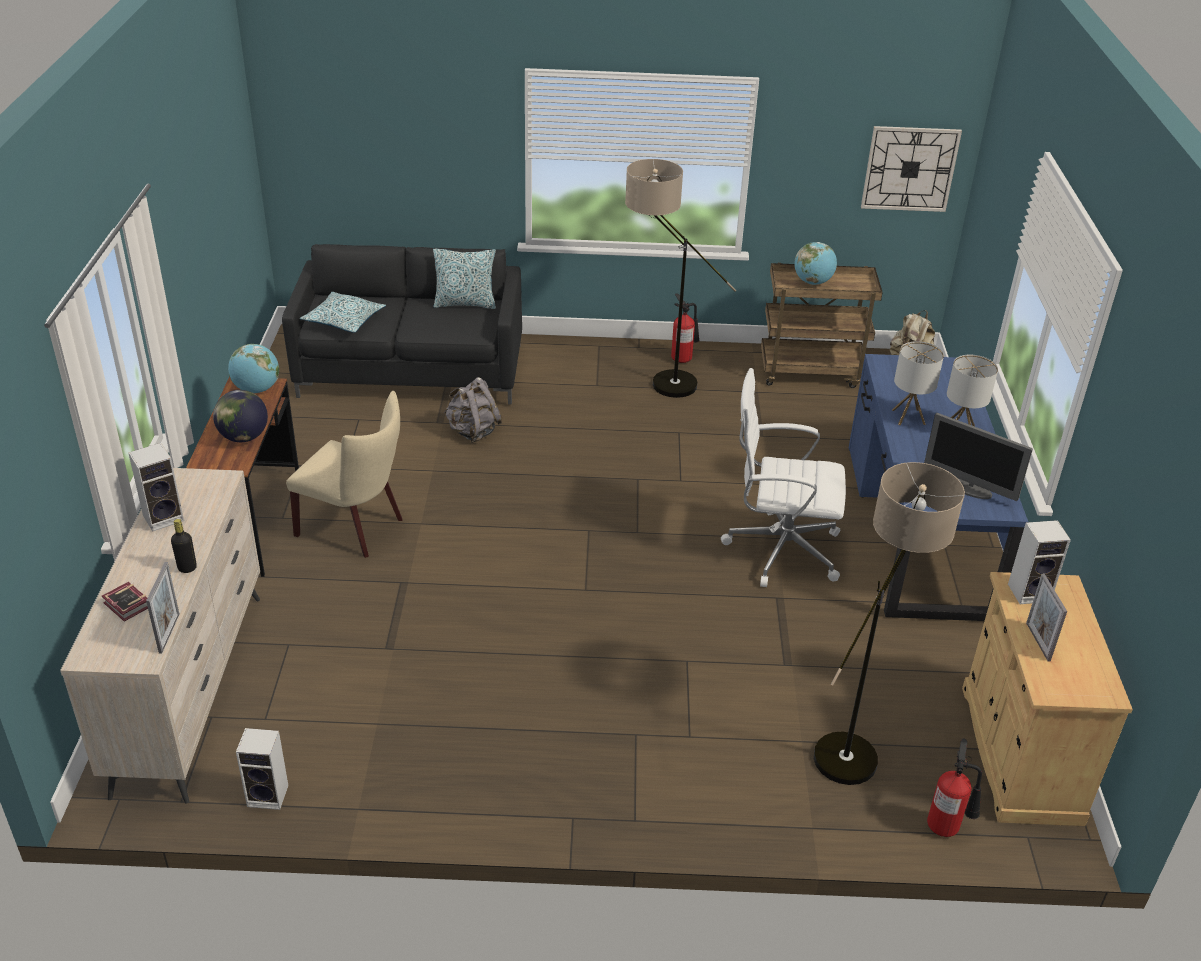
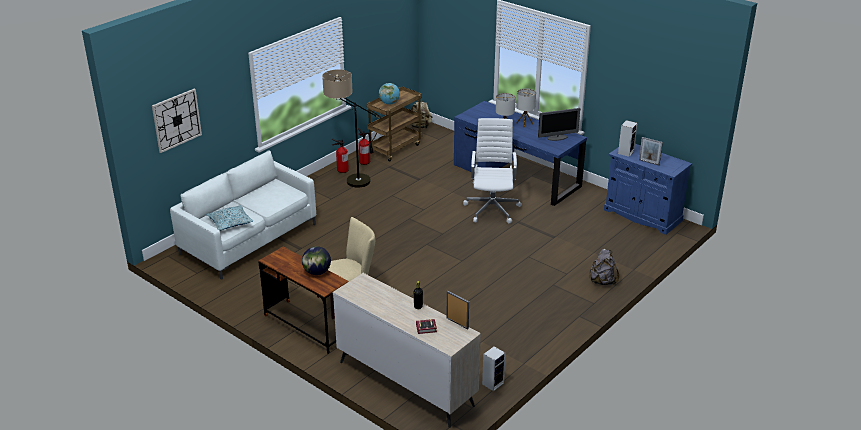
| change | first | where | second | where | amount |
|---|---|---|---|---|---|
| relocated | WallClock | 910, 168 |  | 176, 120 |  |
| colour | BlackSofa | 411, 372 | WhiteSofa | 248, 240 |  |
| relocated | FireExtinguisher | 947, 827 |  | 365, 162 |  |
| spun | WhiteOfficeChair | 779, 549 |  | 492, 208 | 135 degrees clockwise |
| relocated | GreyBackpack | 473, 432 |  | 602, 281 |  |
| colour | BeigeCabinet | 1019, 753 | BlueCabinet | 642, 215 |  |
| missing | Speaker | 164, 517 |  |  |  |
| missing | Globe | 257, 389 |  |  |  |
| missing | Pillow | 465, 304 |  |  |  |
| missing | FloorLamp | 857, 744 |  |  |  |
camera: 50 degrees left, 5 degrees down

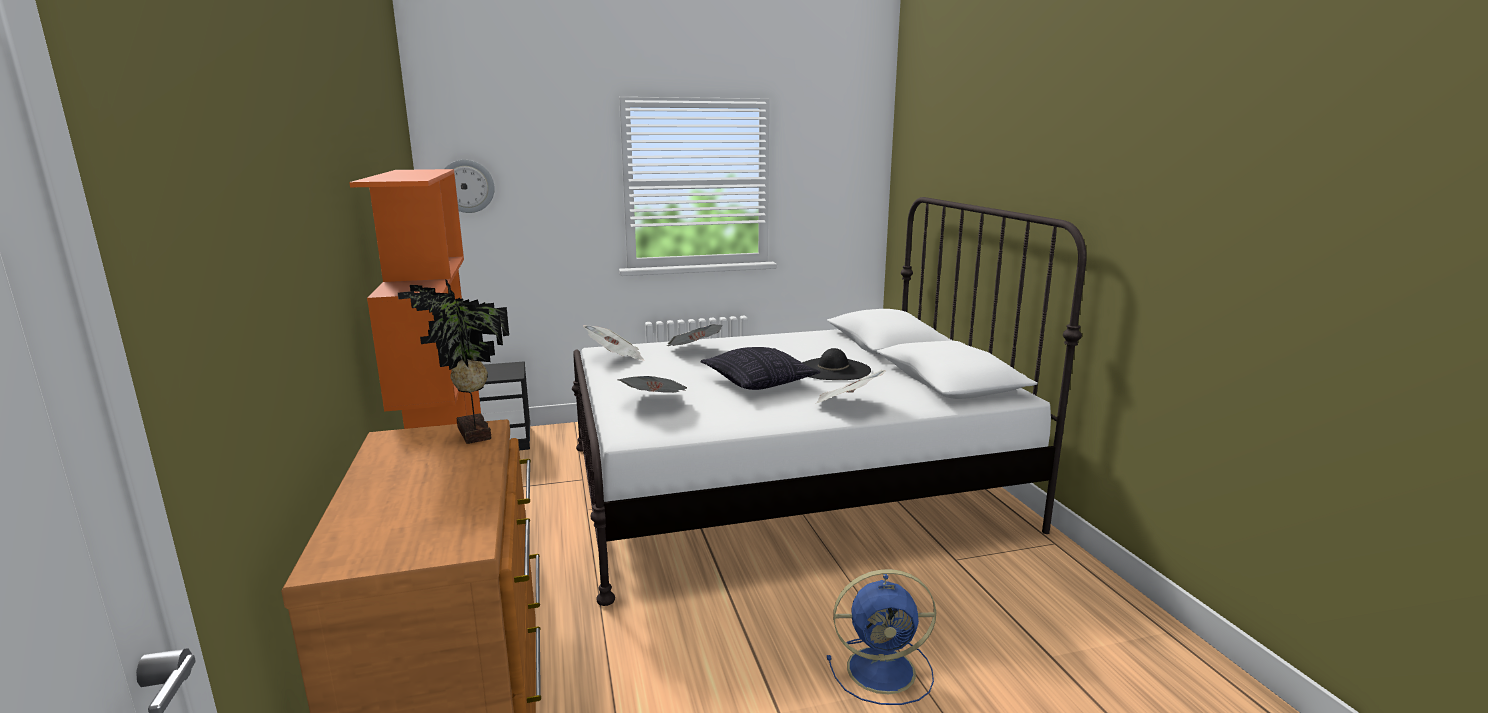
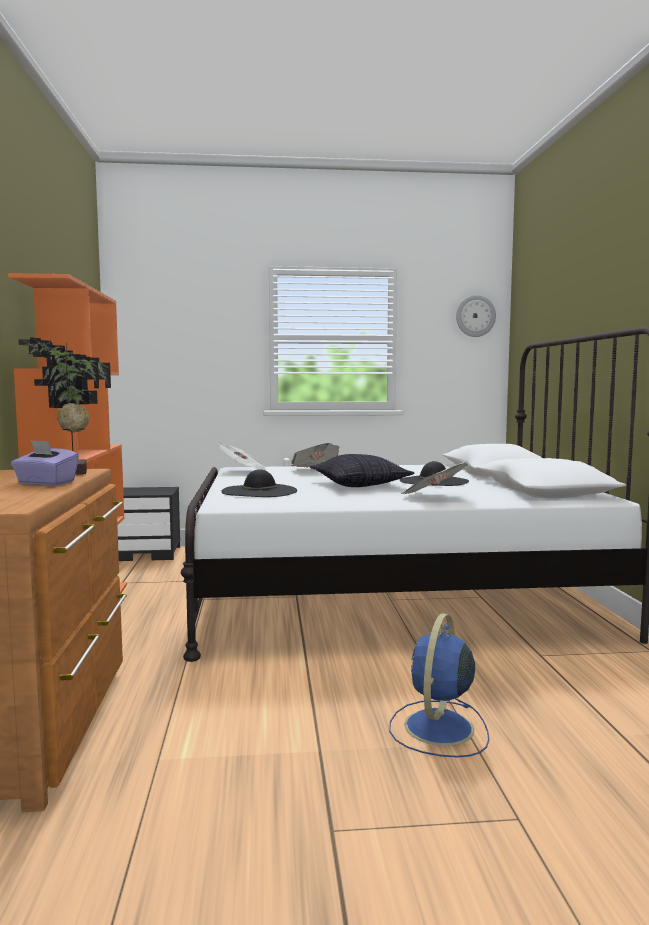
| change | first | where | second | where | amount |
|---|---|---|---|---|---|
| appeared |  |  | PurpleTissueBox | 46, 483 |  |
| exchanged | Newspaper | 655, 403 | BlackHat | 259, 491 |  |
| spun | BlueFan | 884, 670 |  | 438, 729 | 105 degrees clockwise |
| relocated | WallClock | 467, 186 |  | 475, 316 |  |
camera: 10 degrees right, 10 degrees down

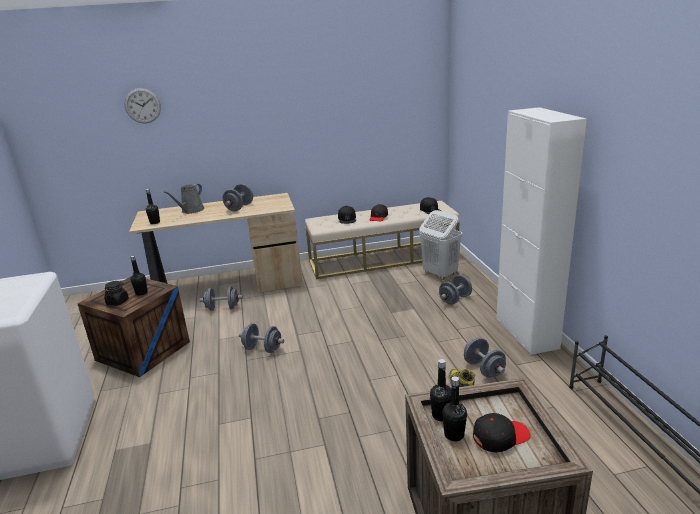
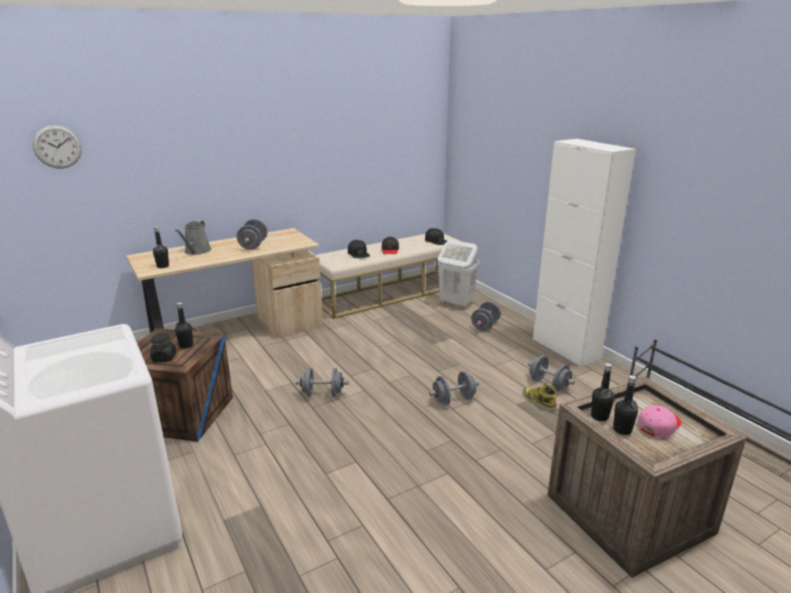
| change | first | where | second | where | amount |
|---|---|---|---|---|---|
| relocated | WallClock | 142, 105 |  | 57, 147 |  |
| relocated | GreyDumbbell | 223, 308 |  | 453, 400 |  |
| colour | BlackCap | 500, 437 | PinkCap | 658, 425 |  |
camera: 20 degrees left, 0 degrees up

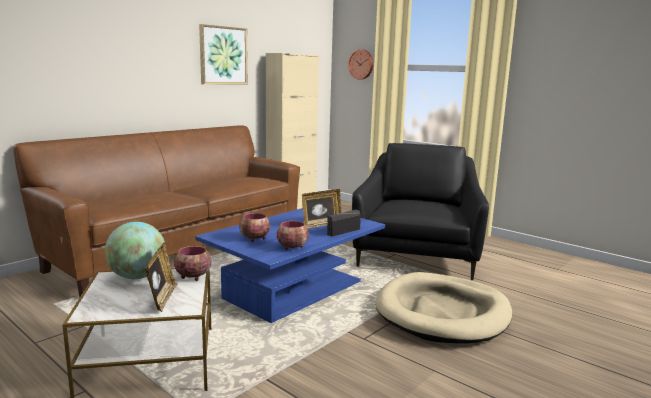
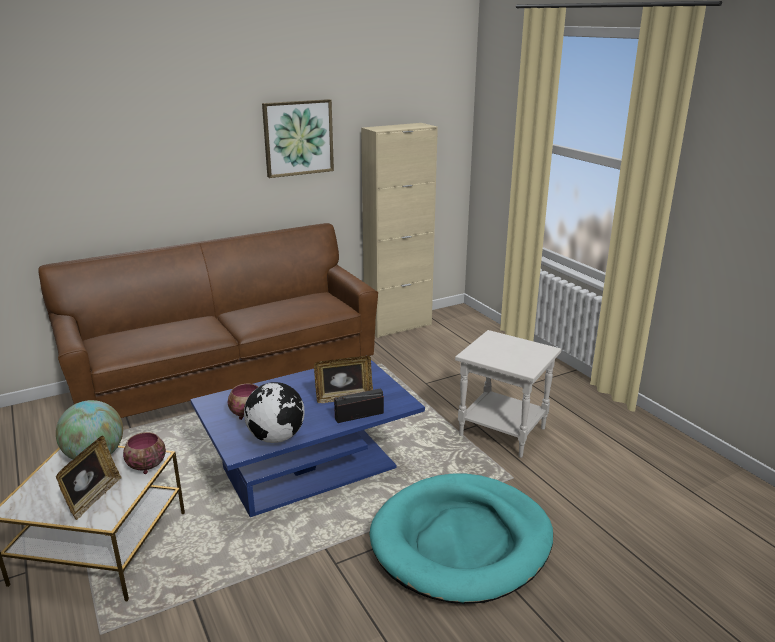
| change | first | where | second | where | amount |
|---|---|---|---|---|---|
| exchanged | Bowl | 293, 247 | Globe | 276, 437 |  |
| colour | BeigeDogBed | 442, 312 | TurquoiseDogBed | 461, 541 |  |
| exchanged | BlackArmchair | 416, 255 | WhiteSideTable | 503, 432 |  |
| missing | WallClock | 361, 64 |  |  |  |
camera: 20 degrees right, 10 degrees up

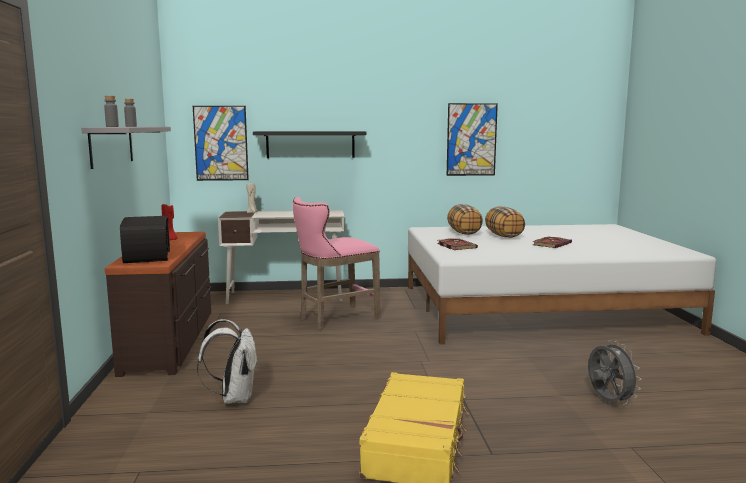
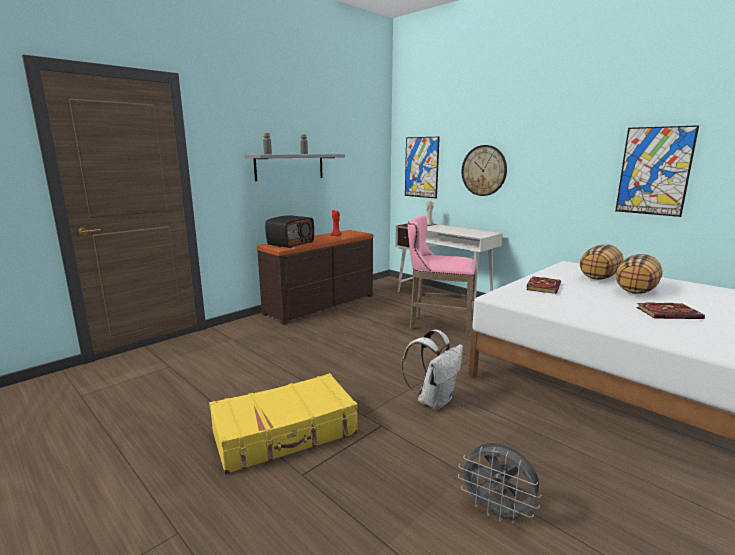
| change | first | where | second | where | amount |
|---|---|---|---|---|---|
| relocated | WhiteBackpack | 234, 398 |  | 434, 400 |  |
| spun | GreyFan | 608, 402 |  | 497, 512 | 90 degrees clockwise |
| exchanged | BlackShelf | 310, 144 | WallClock | 484, 170 |  |
camera: 50 degrees right, 5 degrees up

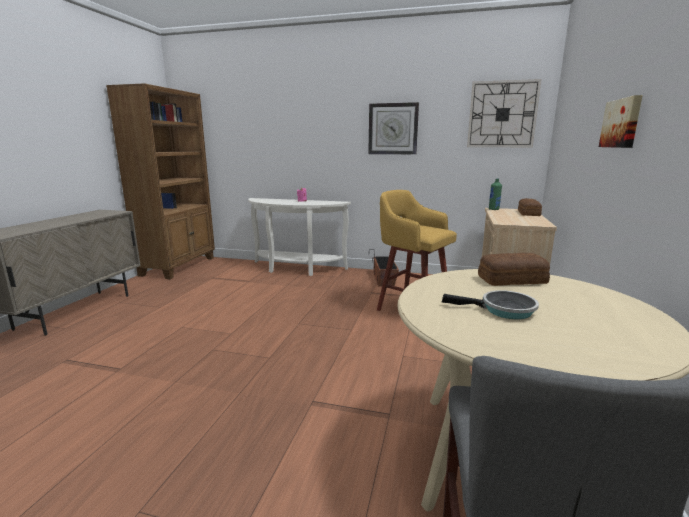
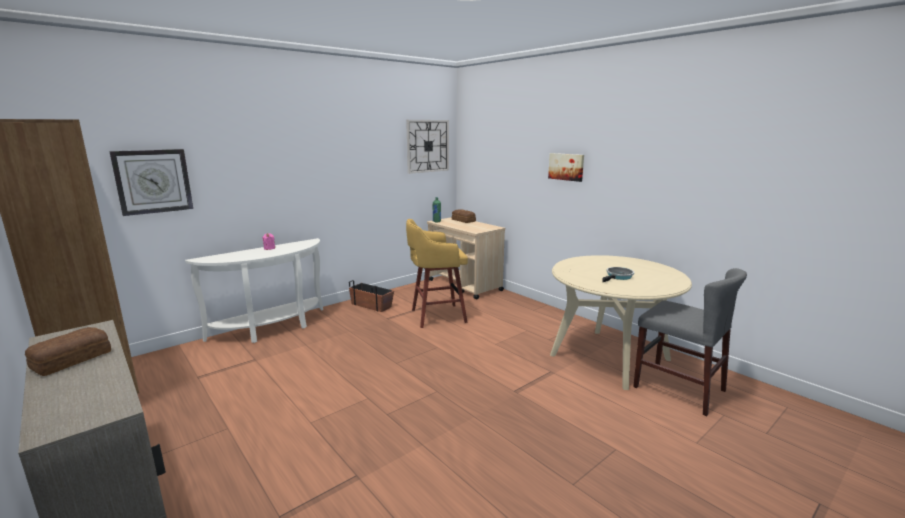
| change | first | where | second | where | amount |
|---|---|---|---|---|---|
| relocated | Bread | 510, 279 |  | 70, 360 |  |
| relocated | WallClock | 393, 129 |  | 153, 181 |  |
camera: 55 degrees left, 0 degrees up

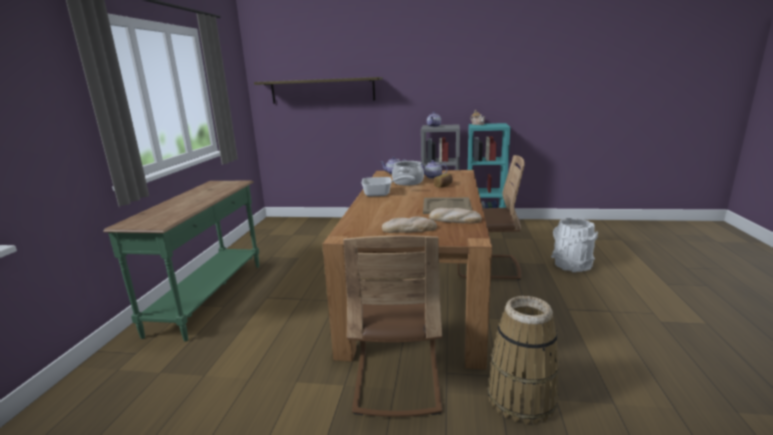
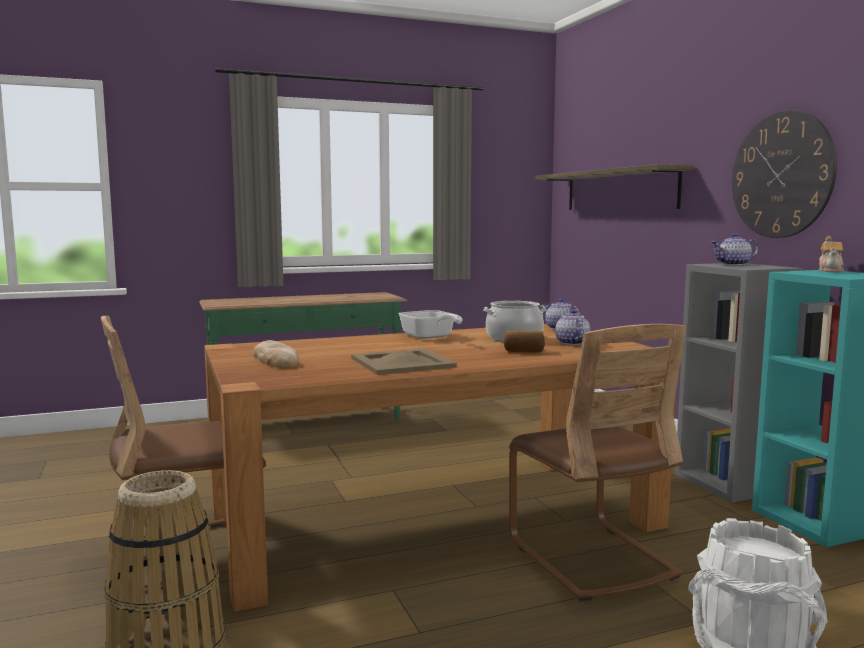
| change | first | where | second | where | amount |
|---|---|---|---|---|---|
| appeared |  |  | WallClock | 781, 175 |  |
| missing | Bread | 454, 219 |  |  |  |
camera: 60 degrees right, 10 degrees down

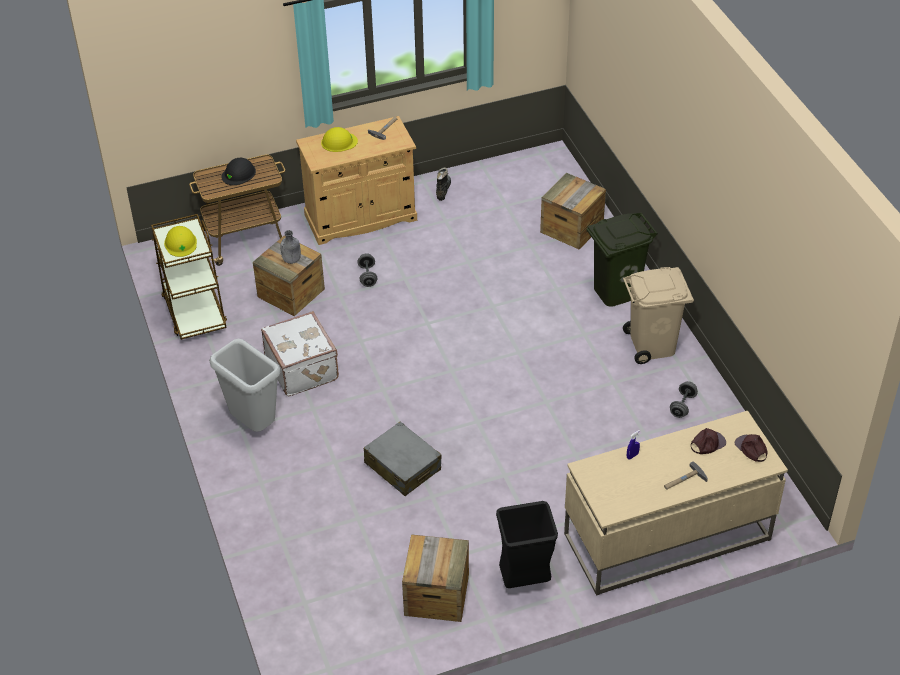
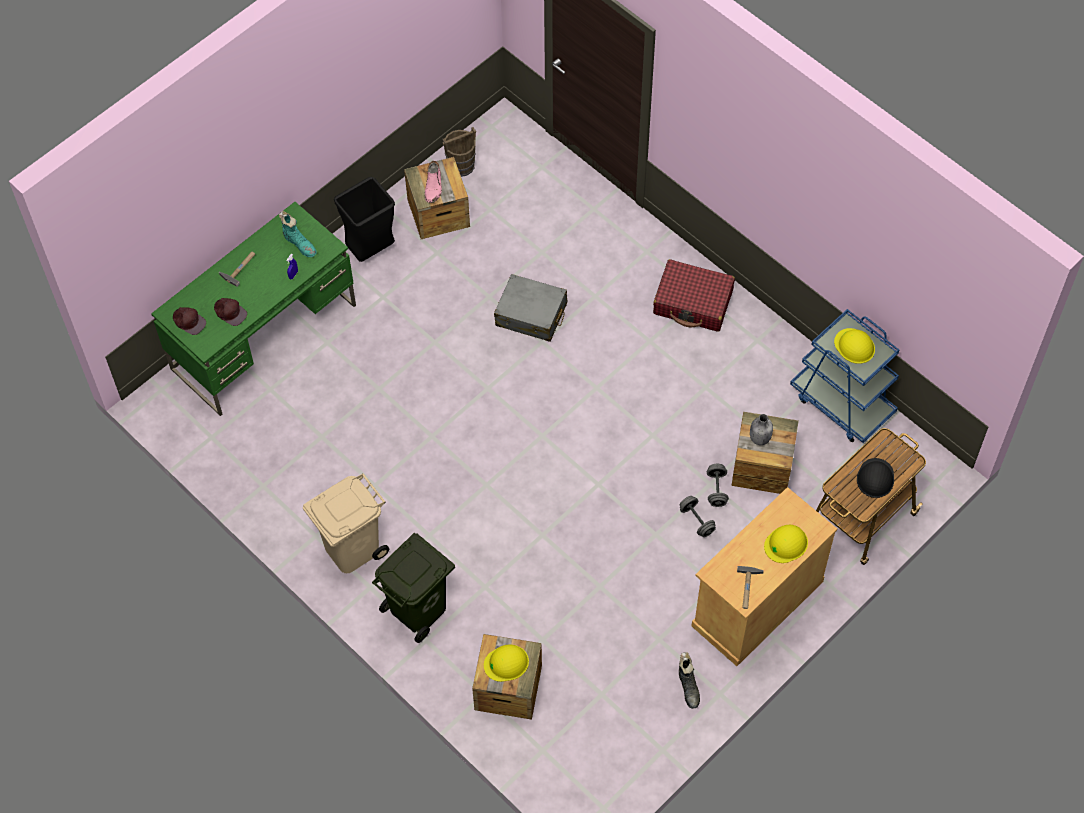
| change | first | where | second | where | amount |
|---|---|---|---|---|---|
| colour | BeigeDesk | 666, 537 | GreenDesk | 264, 336 |  |
| spun | BrownCap | 707, 443 |  | 230, 312 | 90 degrees counterclockwise |
| appeared |  |  | TurquoiseBoot | 300, 244 |  |
| appeared |  |  | PinkBoot | 433, 187 |  |
| appeared |  |  | BrownBucket | 460, 165 |  |
| appeared |  |  | YellowHardHat | 506, 663 |  |
| exchanged | GreyTrashCan | 253, 425 | RedSuitcase | 693, 302 |  |
| relocated | GreyDumbbell | 682, 406 |  | 716, 489 |  |
| colour | BrownCart | 194, 312 | BlueCart | 842, 403 |  |
| missing | WhiteSuitcase | 303, 368 |  |  |  |
camera: 155 degrees right, 15 degrees up

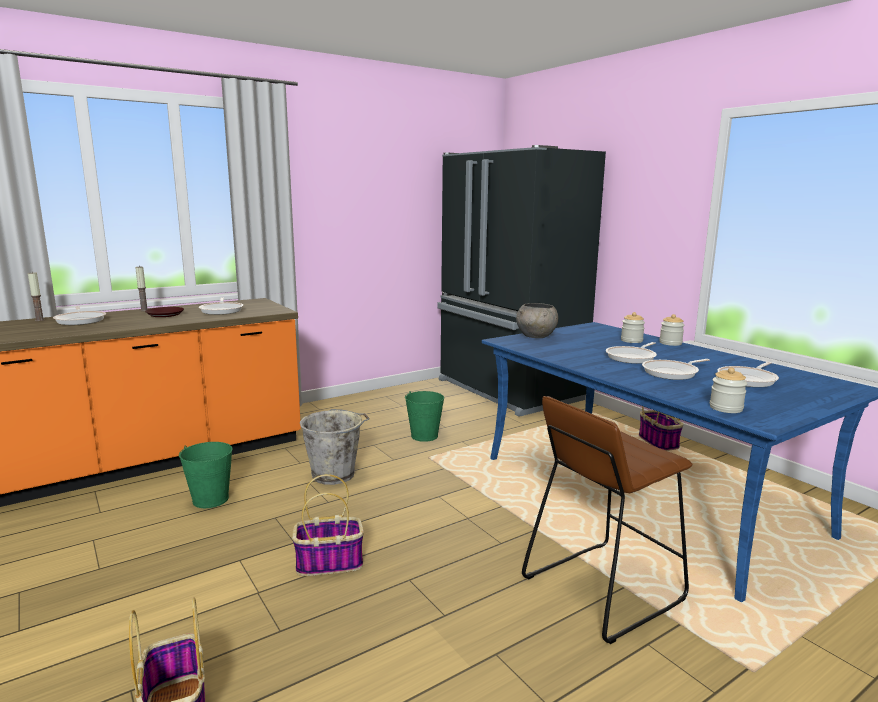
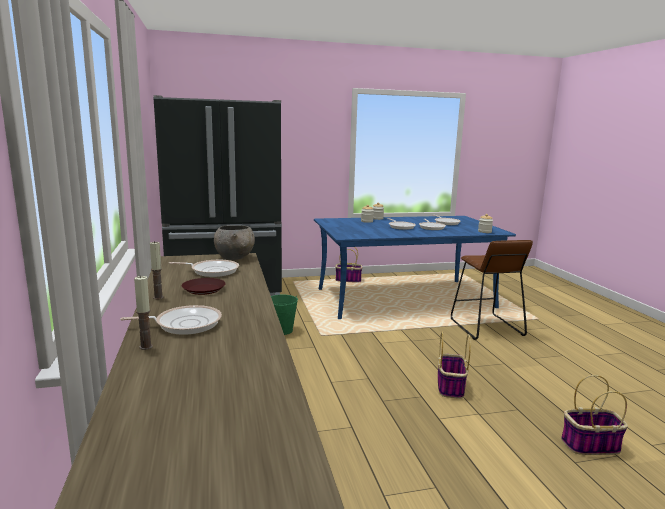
| change | first | where | second | where | amount |
|---|---|---|---|---|---|
| relocated | GreyBowl | 536, 336 |  | 235, 258 |  |
| missing | GreenBucket | 210, 499 |  |  |  |
| missing | GreyBucket | 335, 474 |  |  |  |
camera: 70 degrees left, 0 degrees up

